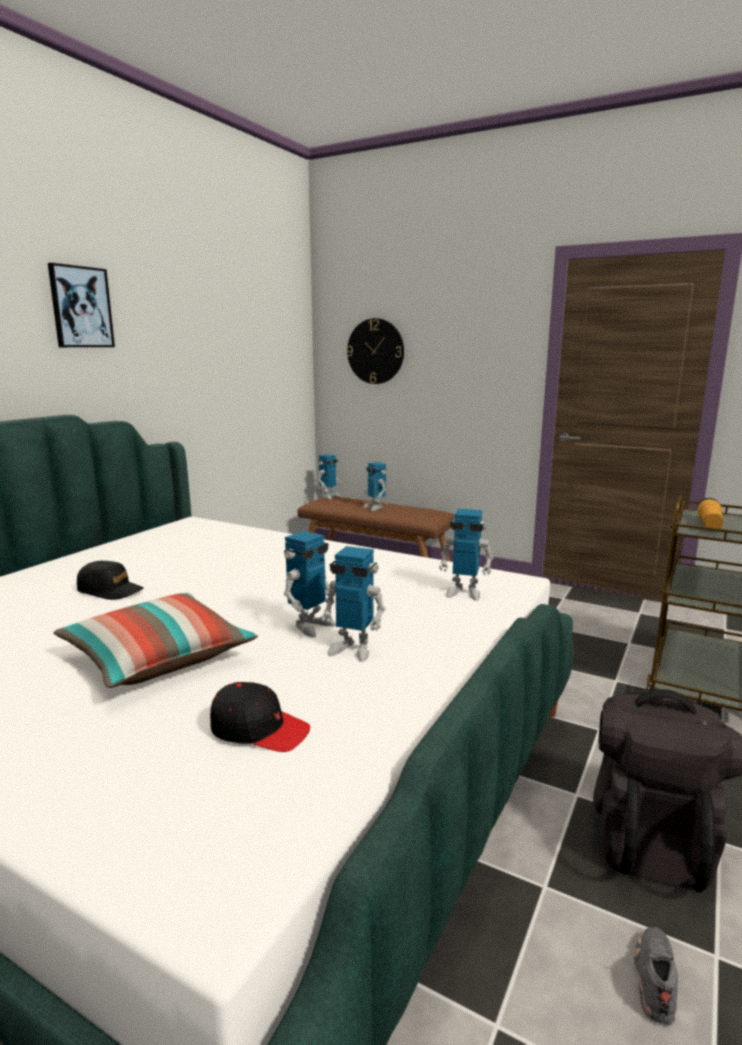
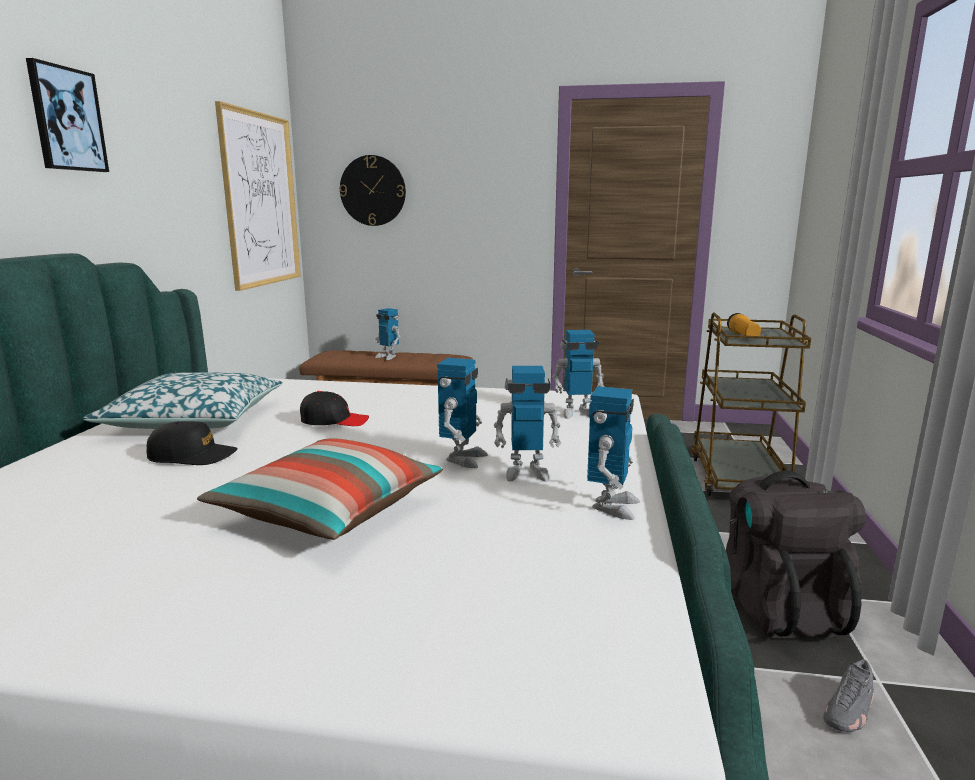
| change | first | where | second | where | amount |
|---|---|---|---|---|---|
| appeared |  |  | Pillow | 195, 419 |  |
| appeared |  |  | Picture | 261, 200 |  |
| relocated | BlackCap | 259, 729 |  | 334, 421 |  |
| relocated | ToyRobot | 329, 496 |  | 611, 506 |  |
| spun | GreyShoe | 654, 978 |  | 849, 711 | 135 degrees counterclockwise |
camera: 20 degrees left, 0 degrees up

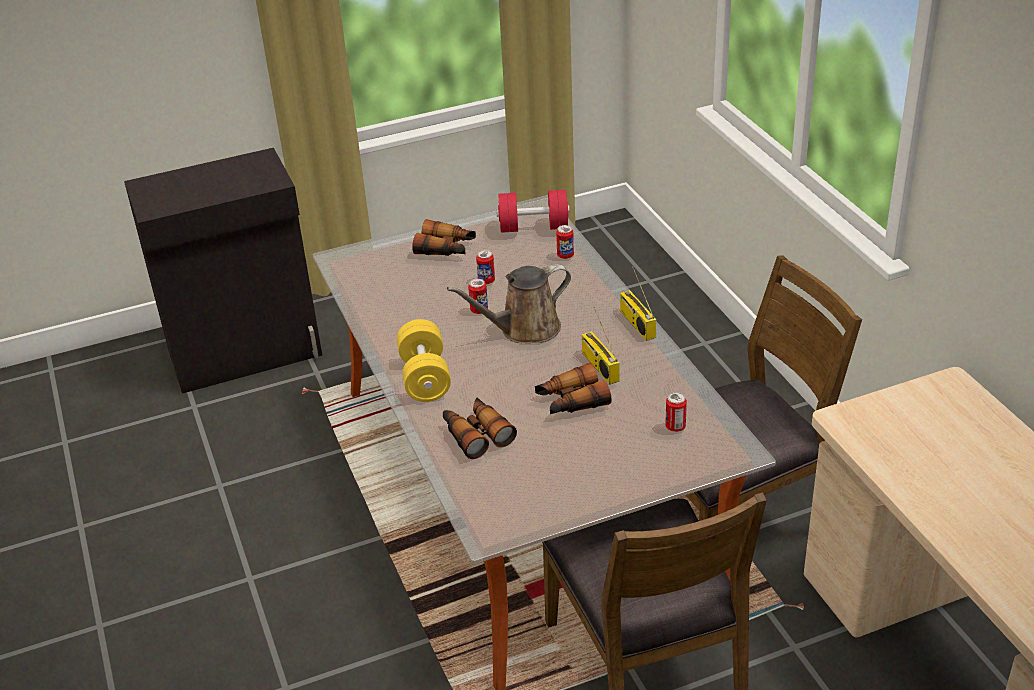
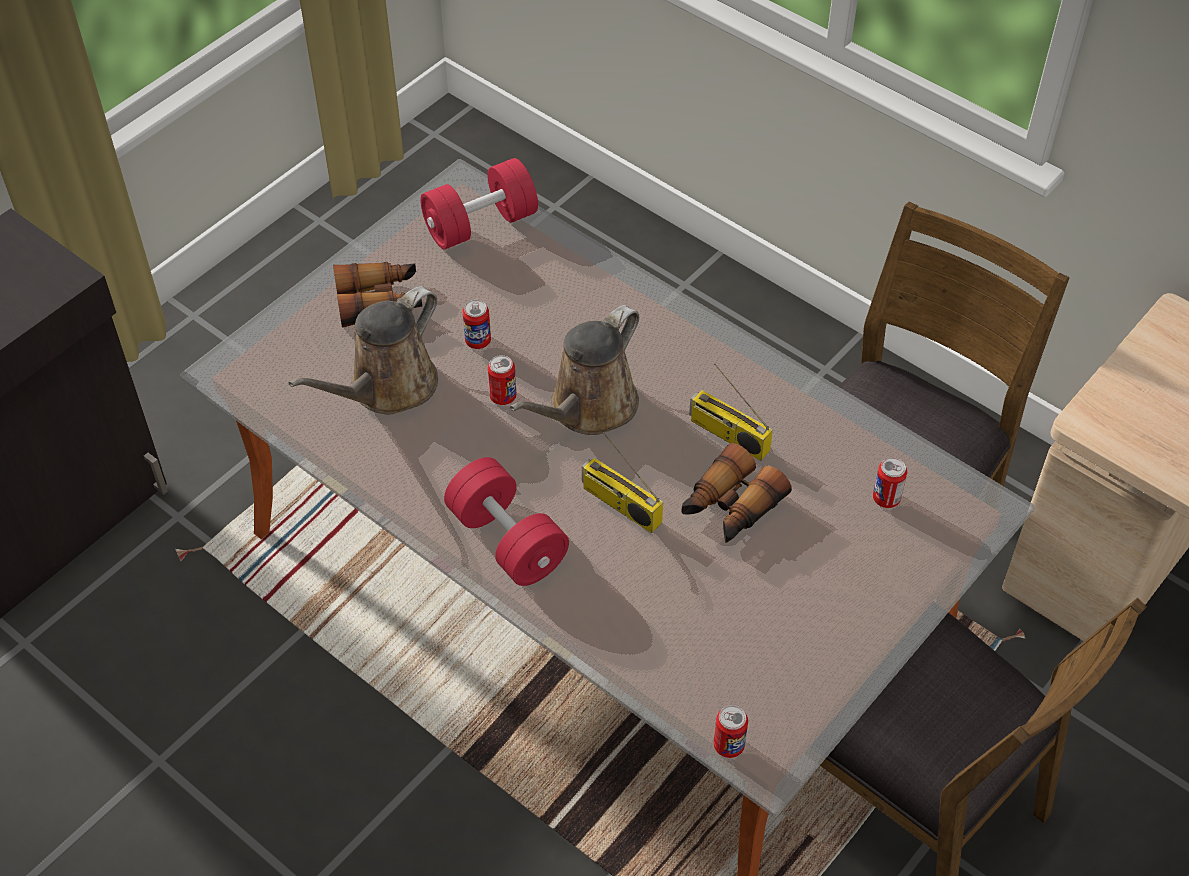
| change | first | where | second | where | amount |
|---|---|---|---|---|---|
| appeared |  |  | BrownWateringCan | 387, 388 |  |
| colour | YellowDumbbell | 425, 377 | RedDumbbell | 507, 540 |  |
| relocated | Radio | 636, 323 |  | 619, 505 |  |
| relocated | Can | 565, 255 |  | 728, 745 |  |
| missing | Binoculars | 476, 434 |  |  |  |
camera: 30 degrees left, 15 degrees up

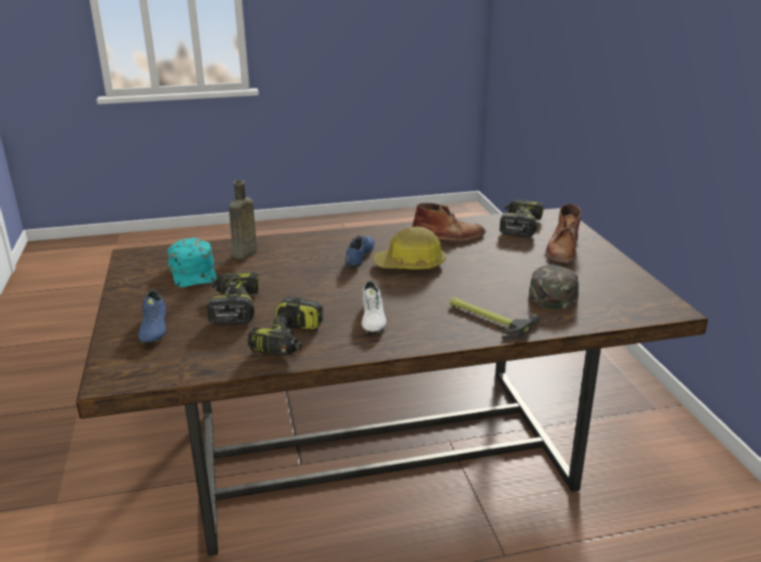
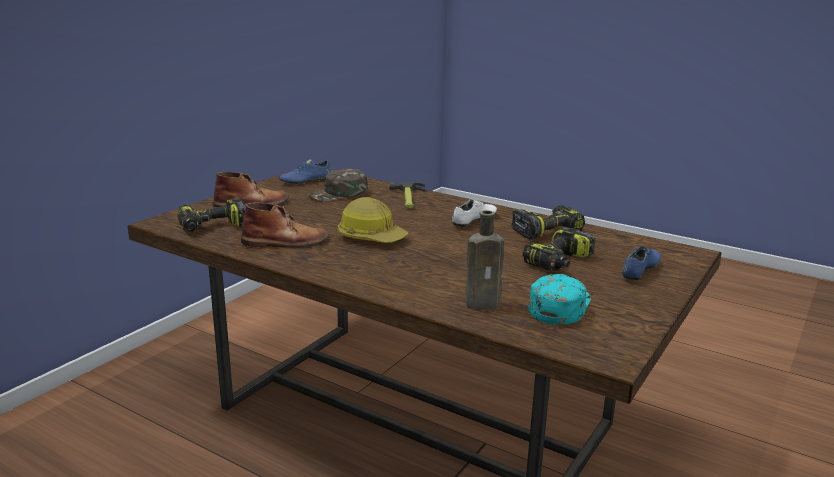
| change | first | where | second | where | amount |
|---|---|---|---|---|---|
| spun | BrownBoot | 448, 237 |  | 286, 242 | 135 degrees clockwise |
| relocated | BlueShoe | 360, 257 |  | 305, 181 |  |
camera: 135 degrees left, 5 degrees down

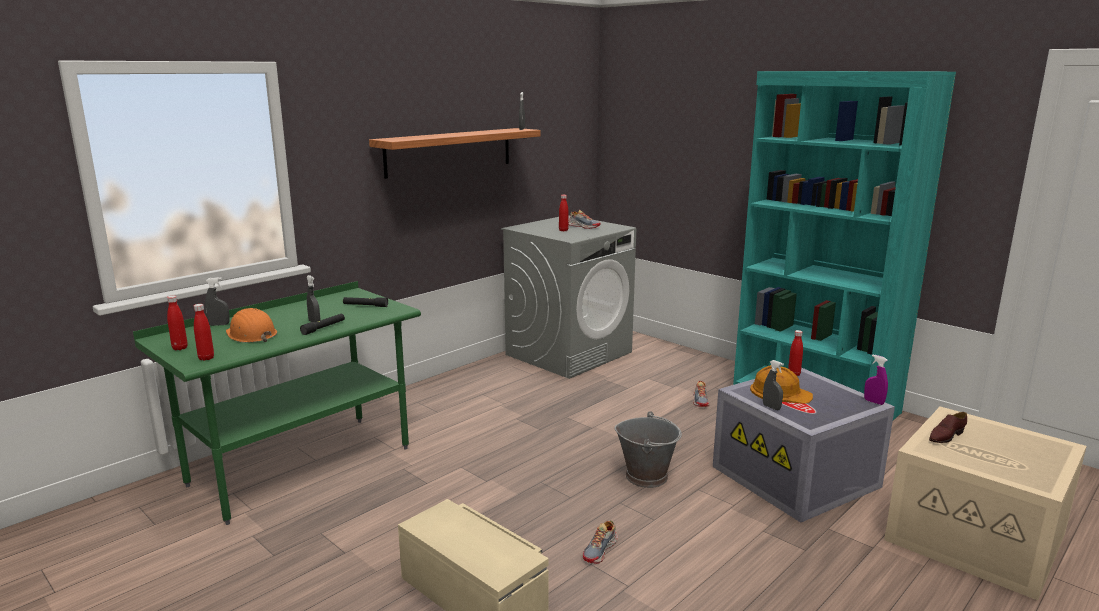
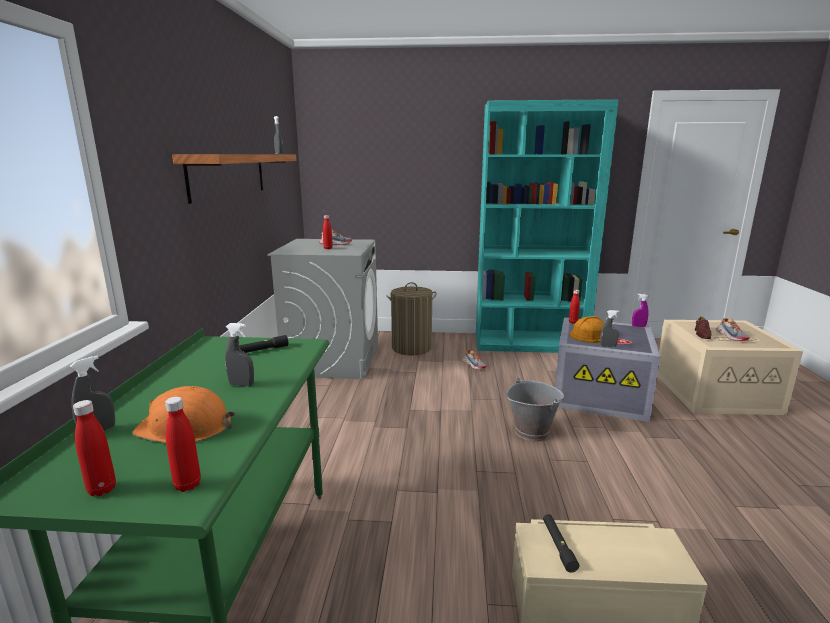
| change | first | where | second | where | amount |
|---|---|---|---|---|---|
| appeared |  |  | LaundryBasket | 411, 348 |  |
| relocated | BlackFlashlight | 323, 328 |  | 558, 546 |  |
| relocated | Shoe | 600, 550 |  | 731, 336 |  |
camera: 40 degrees left, 0 degrees up

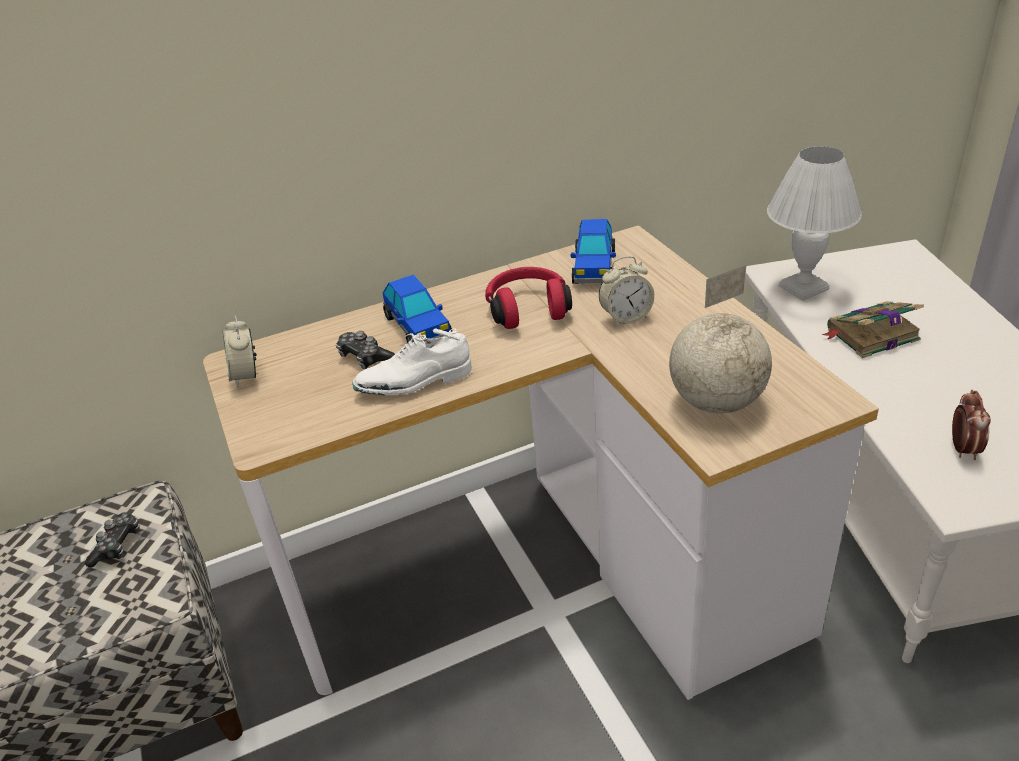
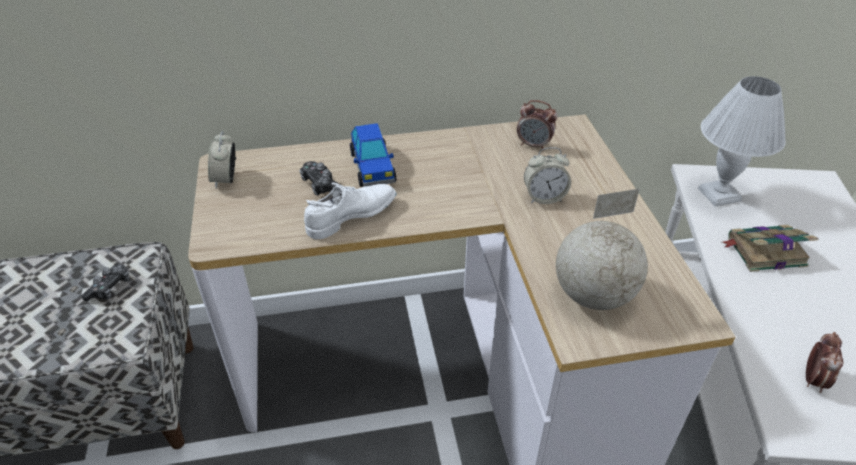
| change | first | where | second | where | amount |
|---|---|---|---|---|---|
| spun | WhiteShoe | 414, 383 |  | 351, 217 | 150 degrees clockwise |
| exchanged | ToyCar | 594, 267 | AlarmClock | 534, 145 |  |
| missing | RedHeadphones | 527, 309 |  |  |  |
camera: 10 degrees right, 5 degrees up

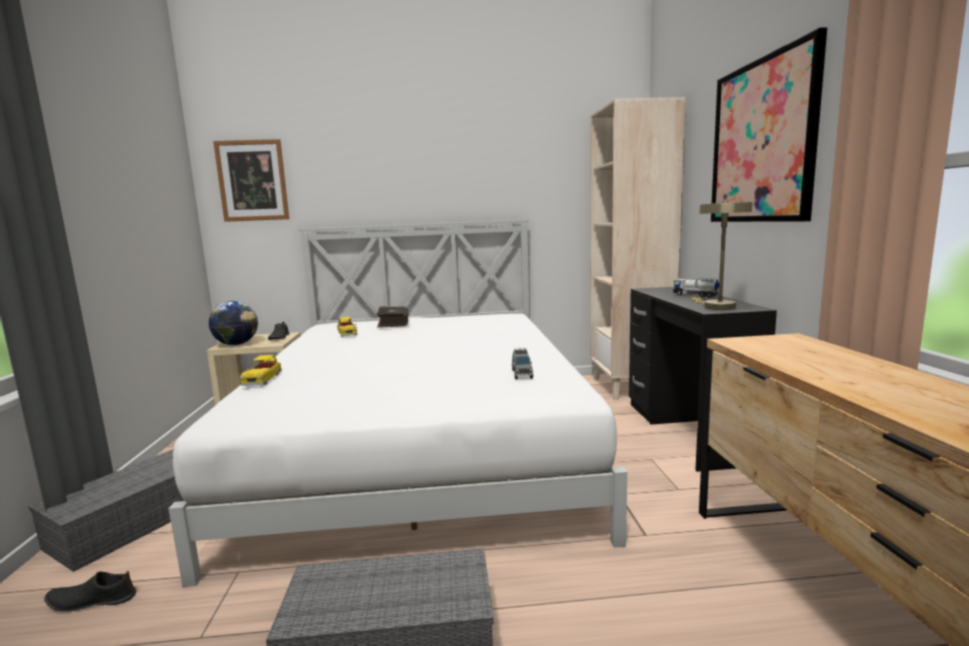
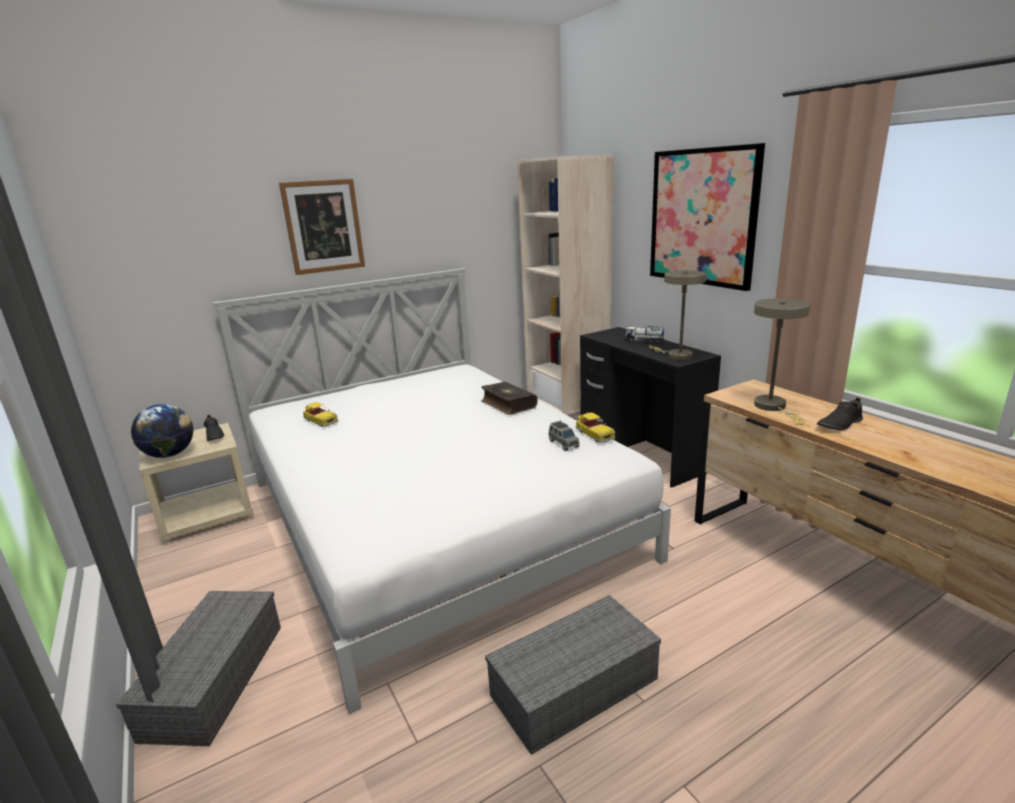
| change | first | where | second | where | amount |
|---|---|---|---|---|---|
| relocated | Picture | 252, 181 |  | 323, 226 |  |
| relocated | Book | 392, 323 |  | 508, 404 |  |
| relocated | ToyCar | 263, 379 |  | 594, 434 |  |
| appeared |  |  | BeigeTableLamp | 773, 407 |  |
| relocated | BlackShoe | 91, 600 |  | 839, 424 |  |
camera: 25 degrees left, 10 degrees up

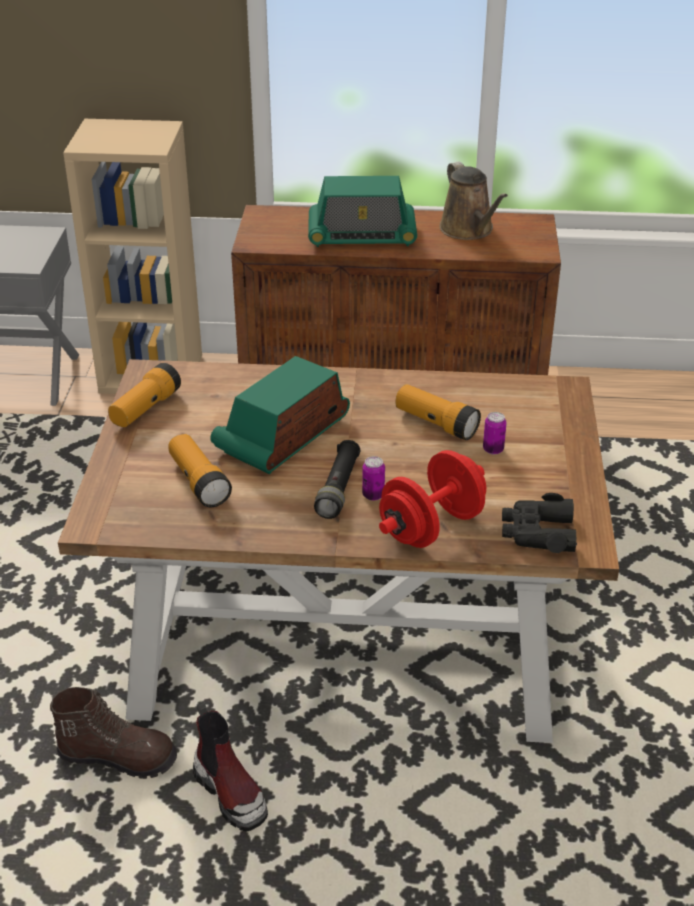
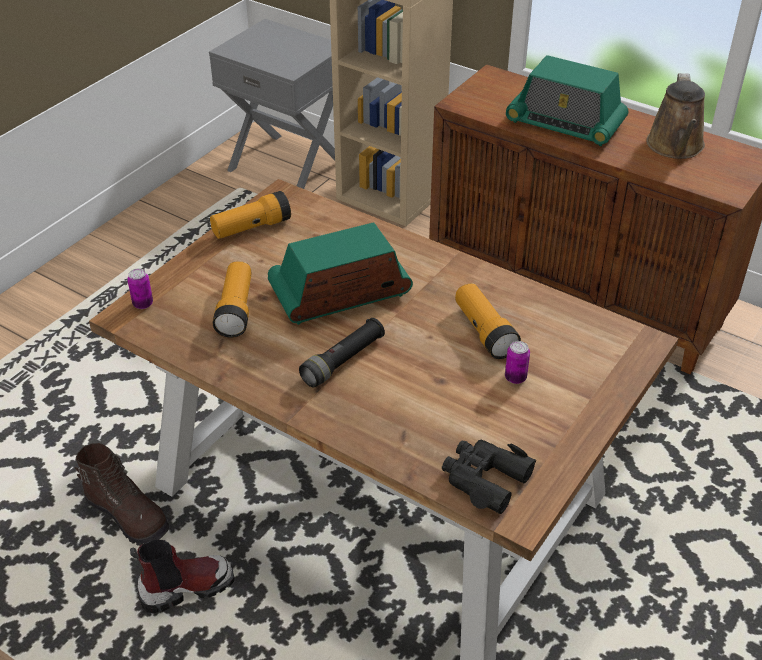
| change | first | where | second | where | amount |
|---|---|---|---|---|---|
| relocated | Can | 373, 495 |  | 143, 304 |  |
| spun | Boot | 231, 792 |  | 186, 587 | 105 degrees counterclockwise |
| missing | RedDumbbell | 431, 526 |  |  |  |
camera: 30 degrees right, 5 degrees up

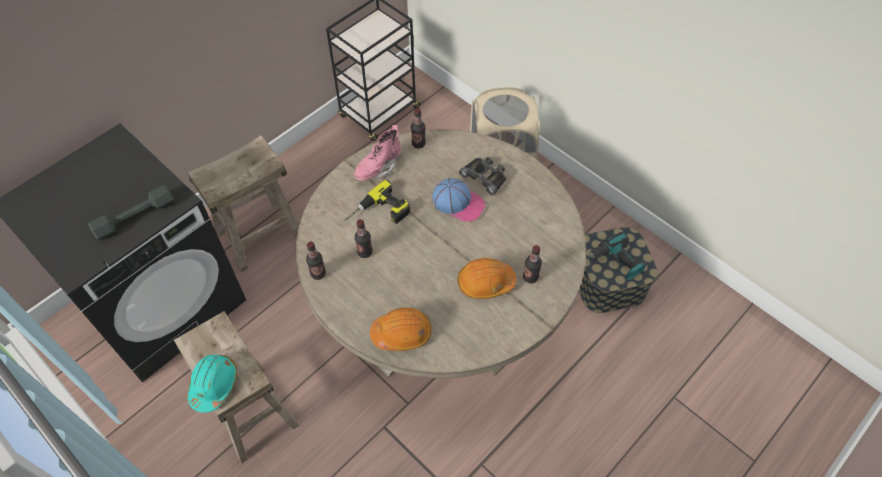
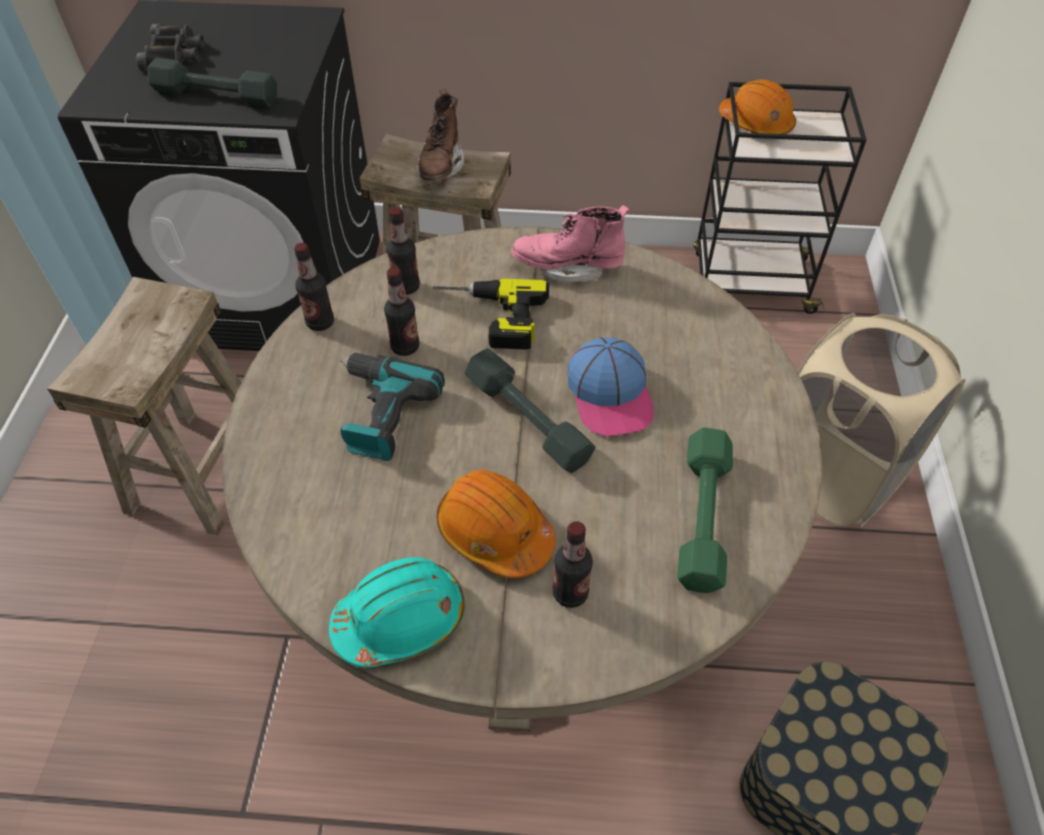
| change | first | where | second | where | amount |
|---|---|---|---|---|---|
| relocated | BlackBinoculars | 485, 176 |  | 174, 55 |  |
| relocated | TurquoiseHardHat | 214, 384 |  | 401, 619 |  |
| relocated | PowerDrill | 616, 262 |  | 379, 413 |  |
| relocated | Bottle | 418, 144 |  | 406, 287 |  |
| appeared |  |  | BrownBoot | 441, 166 |  |
| appeared |  |  | GreyDumbbell | 528, 419 |  |
| appeared |  |  | GreenDumbbell | 703, 517 |  |
| relocated | OrangeHardHat | 402, 333 |  | 756, 124 |  |
camera: 50 degrees right, 5 degrees down

